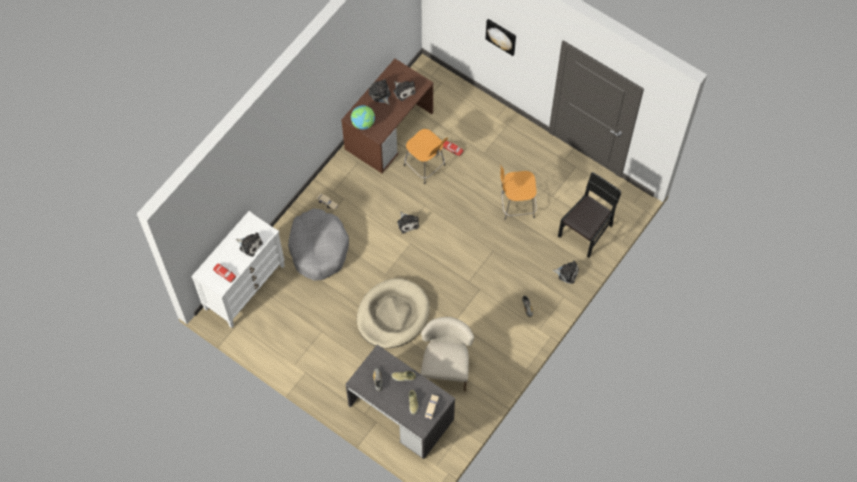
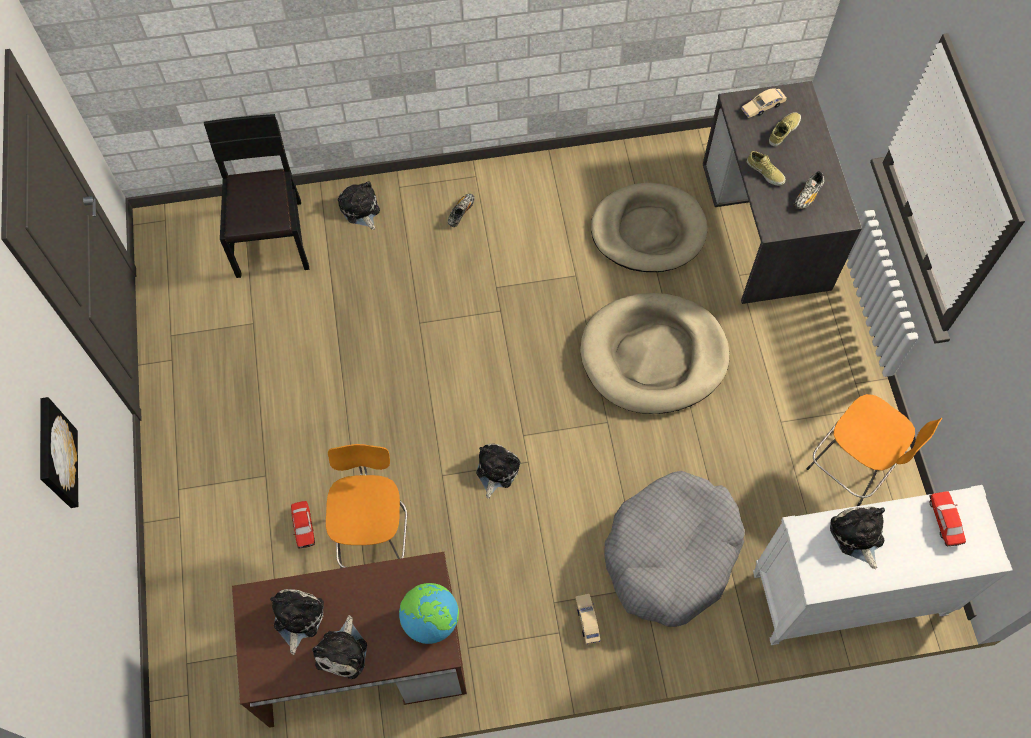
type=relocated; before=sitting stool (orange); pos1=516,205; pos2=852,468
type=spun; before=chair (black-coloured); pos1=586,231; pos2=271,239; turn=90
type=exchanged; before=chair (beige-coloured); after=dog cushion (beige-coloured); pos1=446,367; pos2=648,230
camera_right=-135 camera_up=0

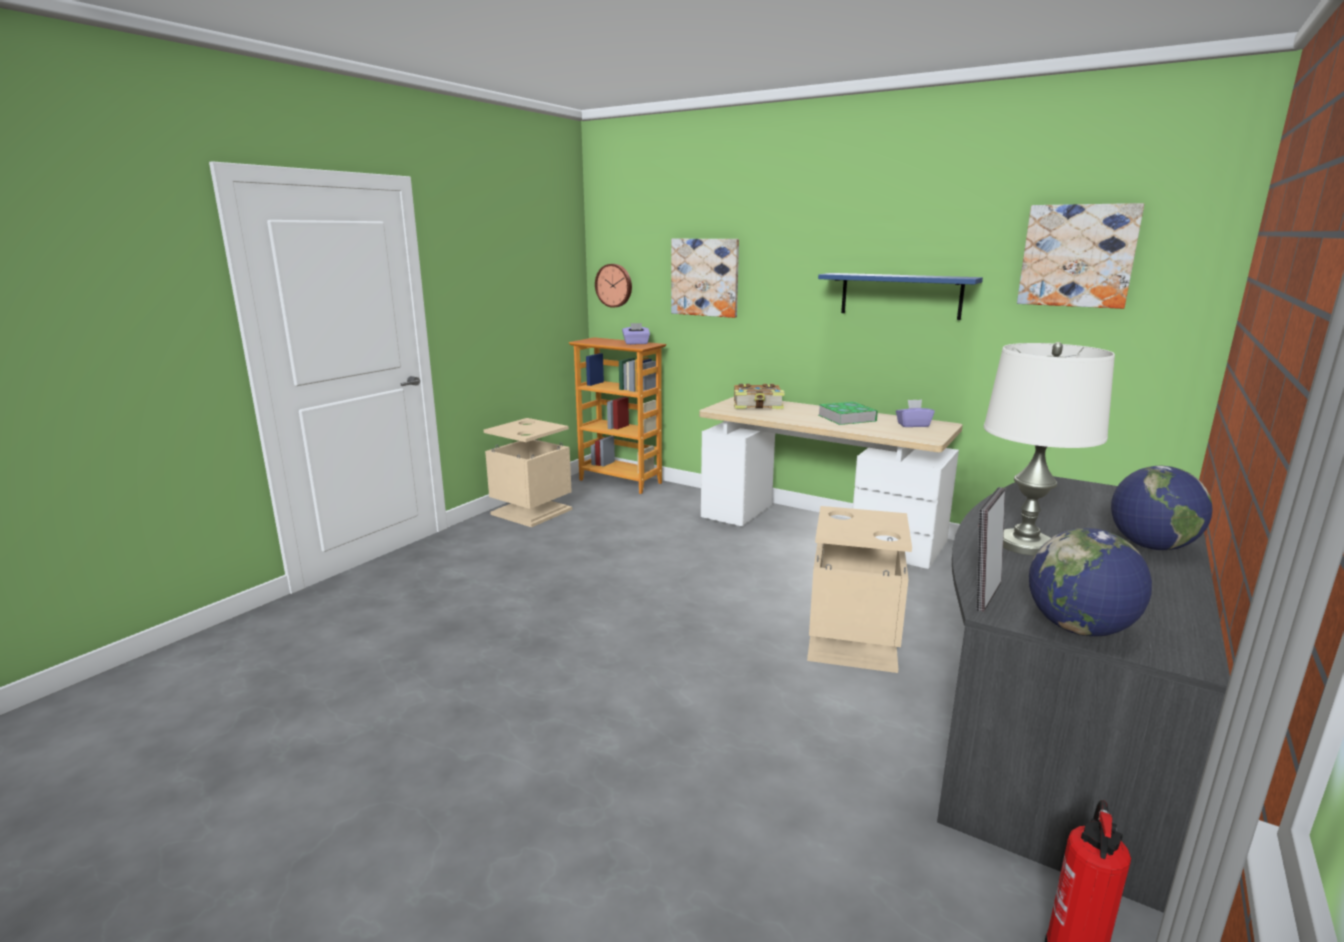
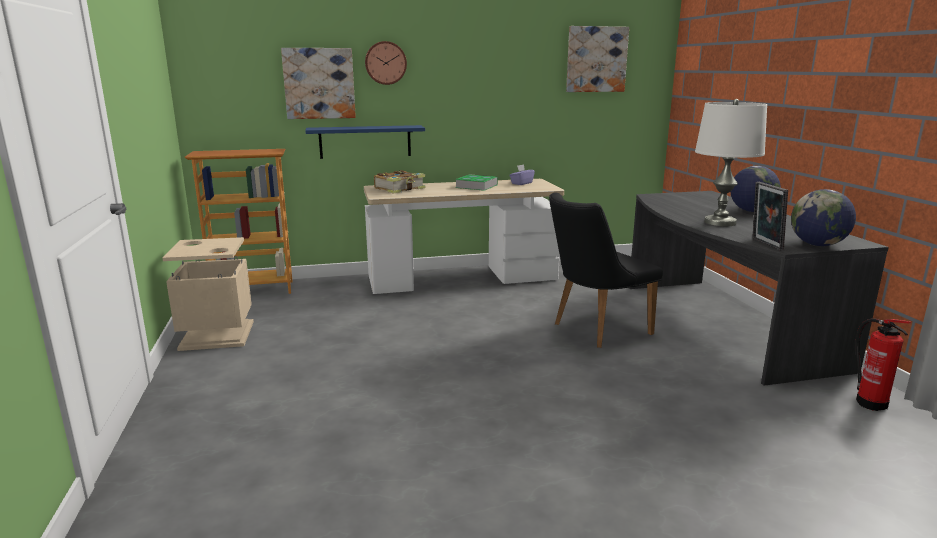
type=relocated; before=hanging clock; pos1=614,285; pos2=385,63
type=relocated; before=shelf (bluish); pos1=900,295; pos2=365,141
type=missing; before=tissue box (purplish); pos1=636,343
type=exchanged; before=trash can (beige-coloured); after=chair (black-coloured); pos1=851,643; pos2=594,329
camera_right=-45 camera_up=0

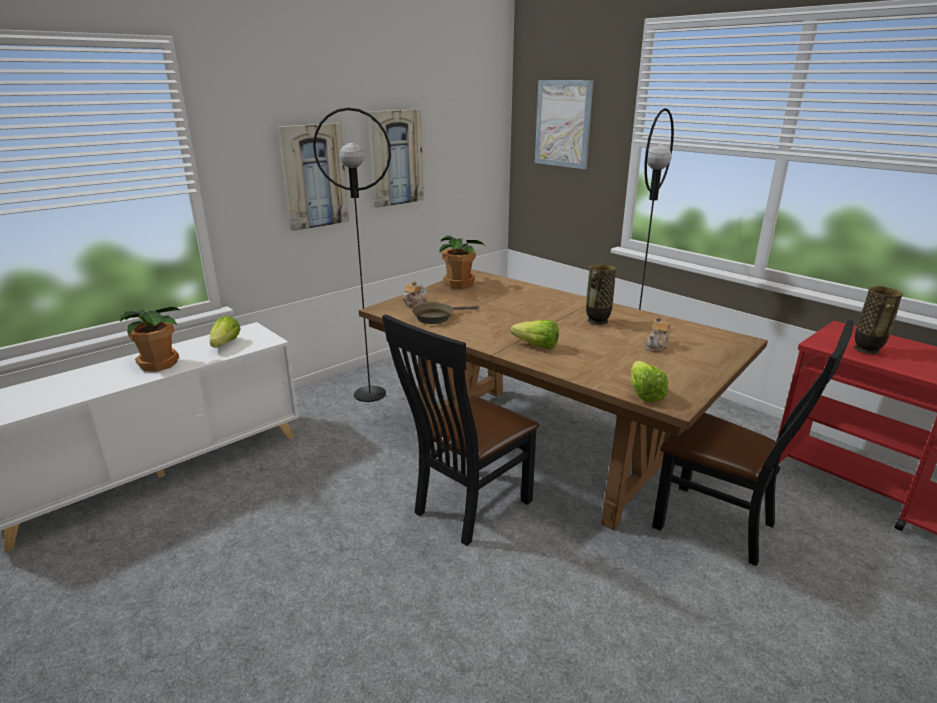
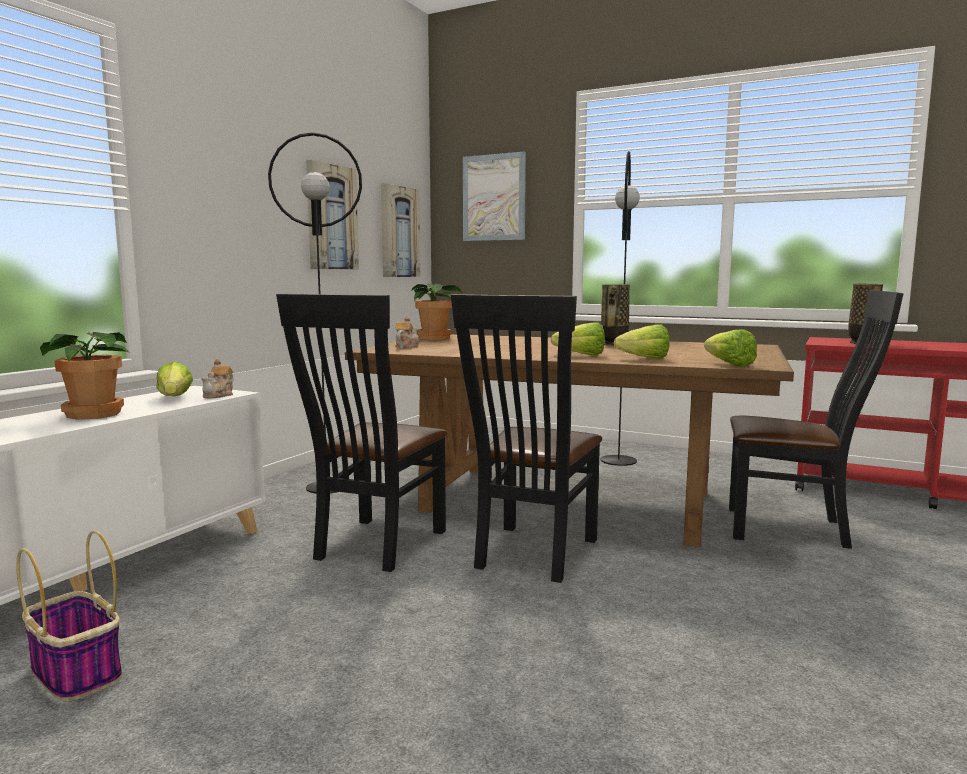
type=relocated; before=wall picture; pos1=313,176; pos2=399,232
type=missing; before=skillet (brownish); pos1=436,317
type=relocated; before=teapot; pos1=657,346; pos2=219,395
type=appeared; after=chair (black-coloured); pos2=375,547
type=appeared; after=head of lettuce; pos2=639,359
type=appeared; after=basket; pos2=75,672
camera_right=-20 camera_up=-15

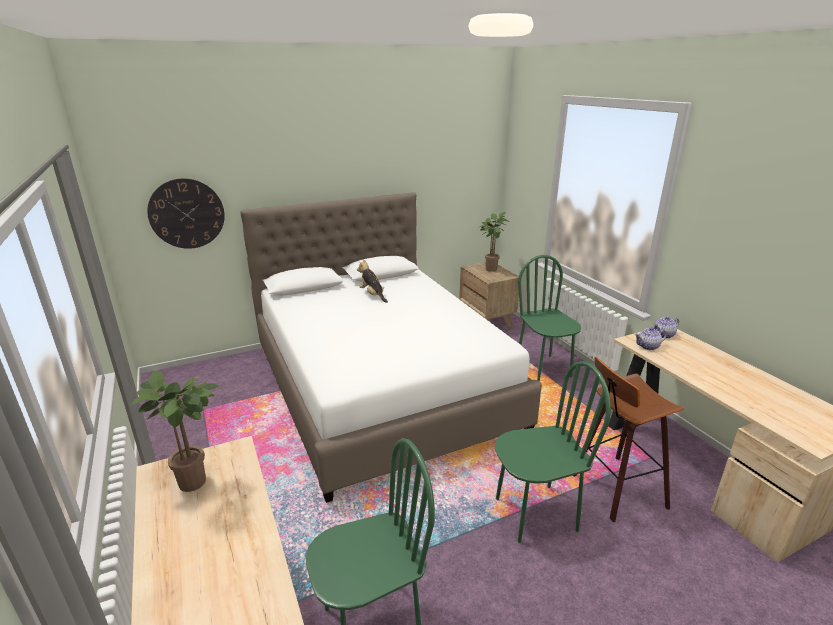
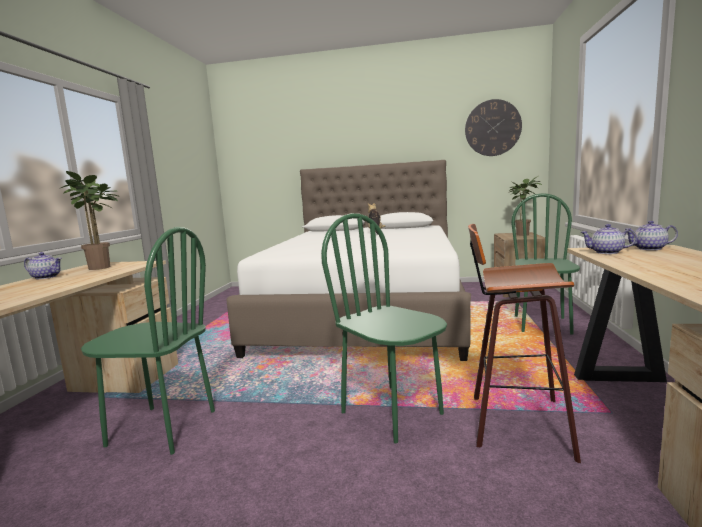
type=relocated; before=hanging clock; pos1=187,214; pos2=492,128
type=spun; before=chair (greenish); pos1=535,513; pos2=392,412; turn=-150
type=appeared; after=teapot; pos2=46,277
camera_right=35 camera_up=-15

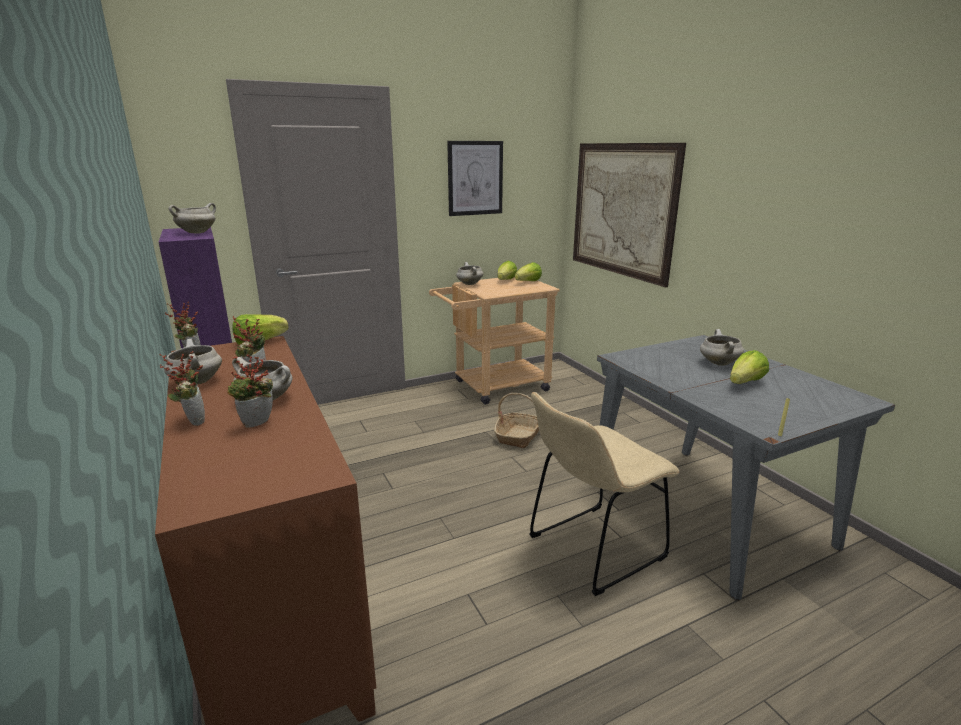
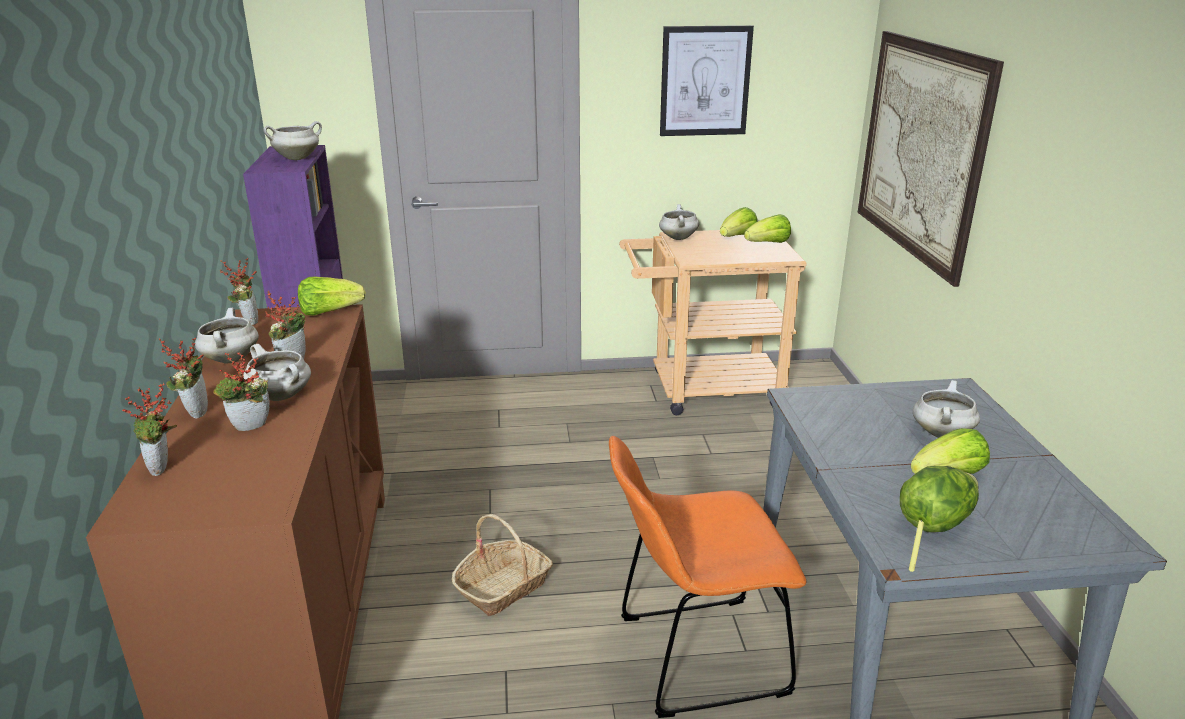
type=colour; before=chair (beige-coloured); after=chair (orange); pos1=591,550; pos2=693,657
type=relocated; before=basket; pos1=519,436; pos2=503,587
type=appeared; after=houseplant; pos2=163,468
type=appeared; after=head of lettuce; pos2=936,520
camera_right=20 camera_up=5

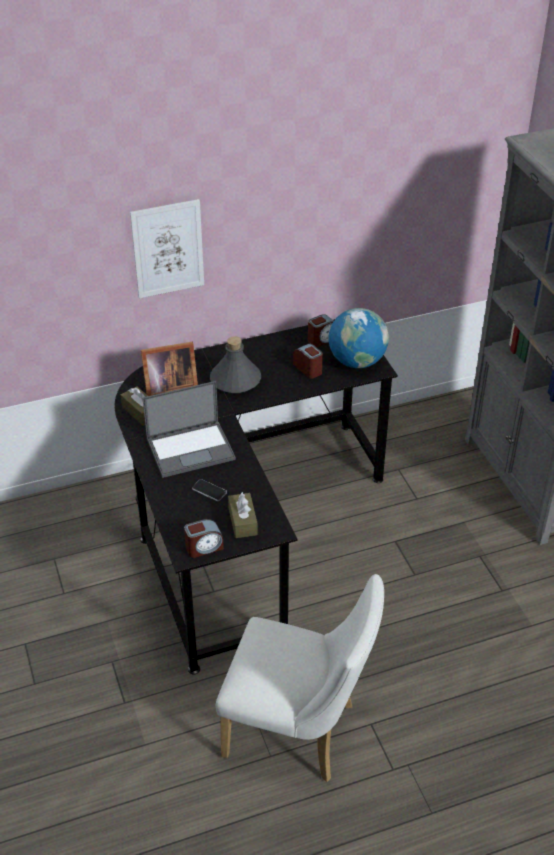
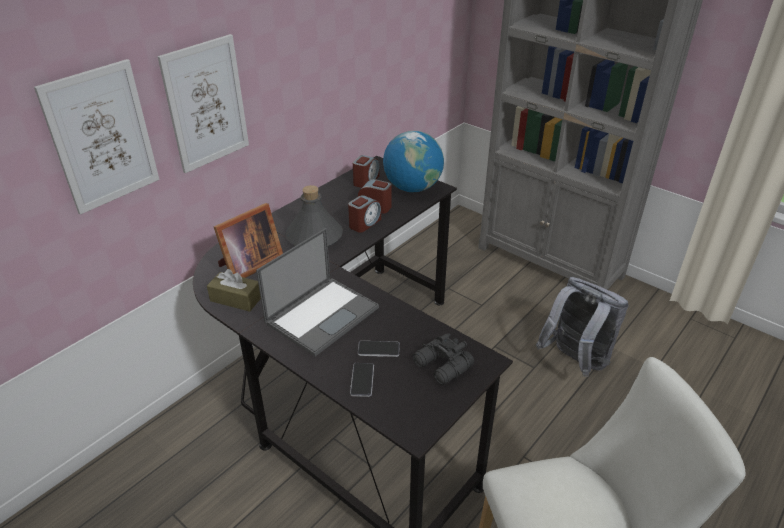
type=exchanged; before=tissue box (brownish); after=pair of binoculars (black-coloured); pos1=242,521; pos2=442,366
type=relocated; before=bedside clock; pos1=204,547; pos2=364,223
type=appeared; after=wall picture; pos2=102,137
type=appeared; after=backpack (grey); pos2=575,361
type=appeared; after=phone; pos2=362,380
camera_right=-30 camera_up=-5

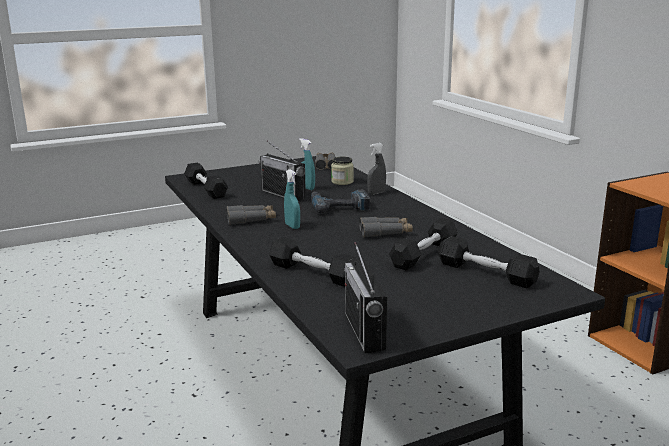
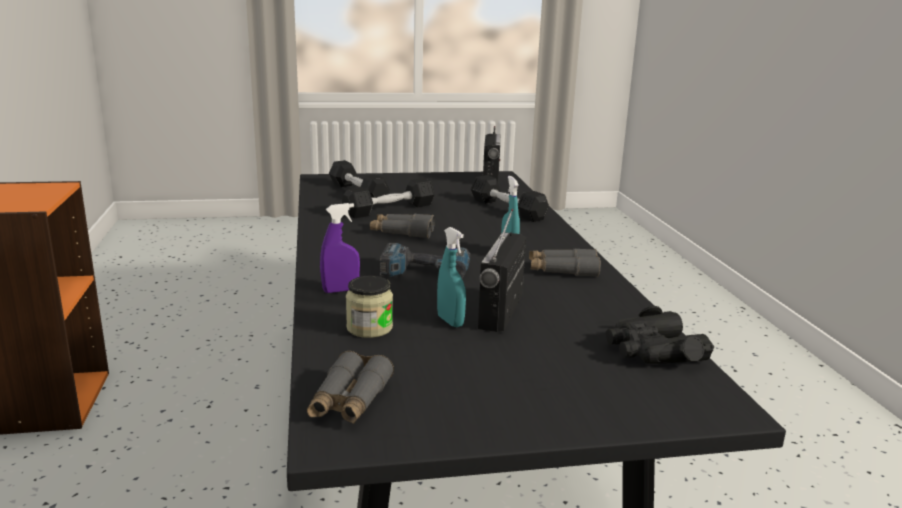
type=spun; before=radio set; pos1=283,194; pos2=501,311; turn=-135
type=colour; before=spray bottle (grey); after=spray bottle (purplish); pos1=376,193; pos2=340,290
type=exchanged; before=free weight (black-coloured); after=pair of binoculars (black-coloured); pos1=206,189; pos2=652,351
camera_right=-165 camera_up=0

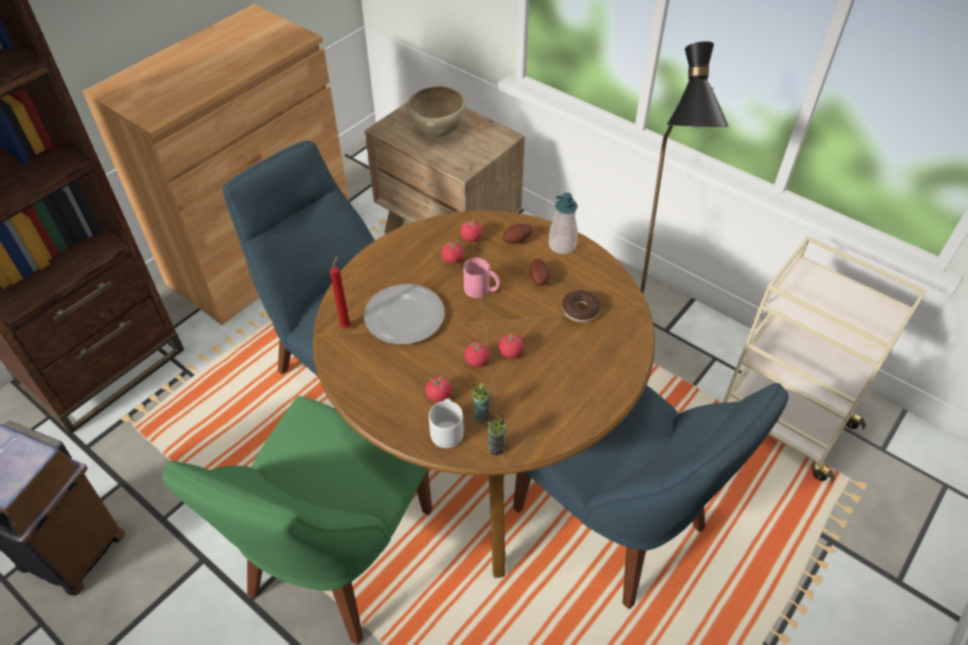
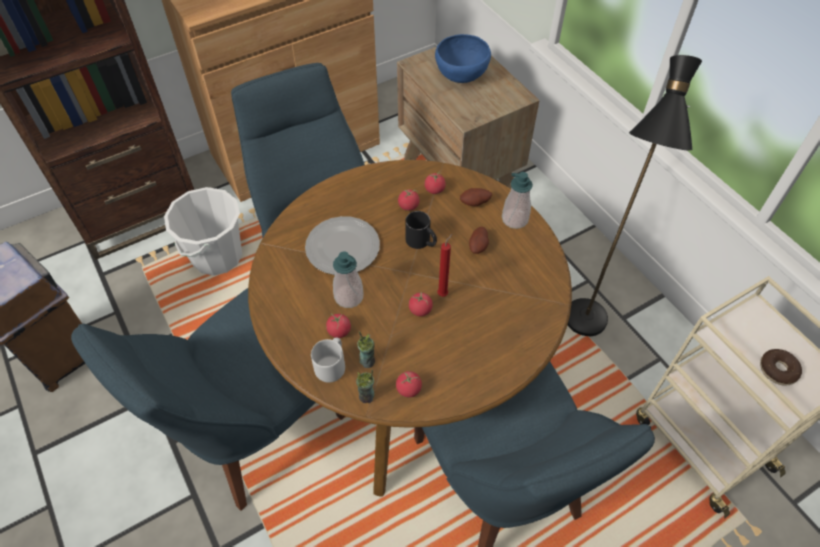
type=colour; before=bowl (brownish); after=bowl (bluish); pos1=438,131; pos2=461,77
type=relocated; before=wax light (reddish); pos1=346,325; pos2=443,293
type=colour; before=mug (pink-coloured); after=mug (black-coloured); pos1=482,289; pos2=421,241
type=relocated; before=donut; pos1=580,310; pos2=777,370
type=relocated; before=fresh tomato; pos1=477,361; pos2=408,389
type=colour; before=chair (greenish); after=chair (bluish); pos1=336,558; pos2=252,431
type=appeared; after=bucket (white); pos2=217,256
type=appeared; after=soap bottle; pos2=349,297
camera_right=20 camera_up=5

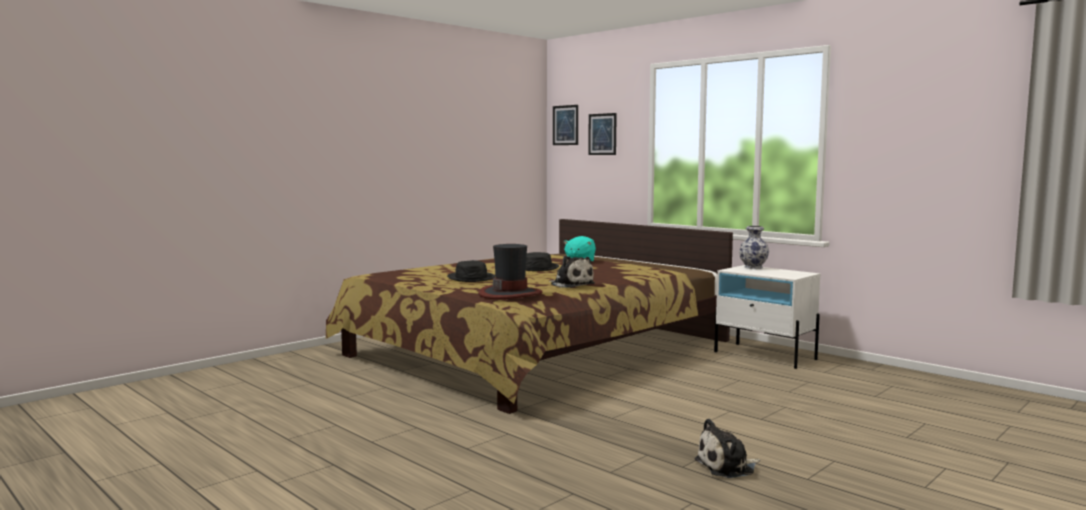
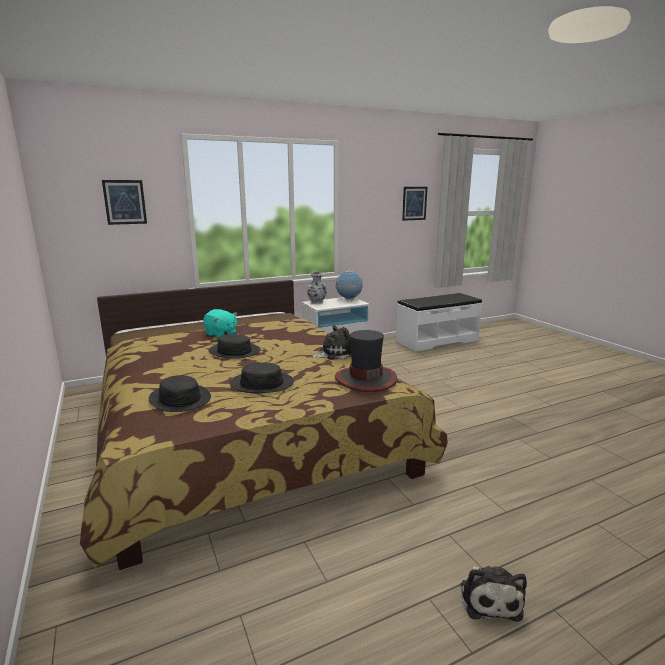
type=relocated; before=wall picture; pos1=565,125; pos2=414,203
type=relocated; before=plush toy; pos1=727,467; pos2=489,598
type=appeared; after=world globe; pos2=349,299
type=appeared; after=indoor bench (white); pos2=436,340
type=appeared; after=hat (black-coloured); pos2=180,399
camera_right=-70 camera_up=10

